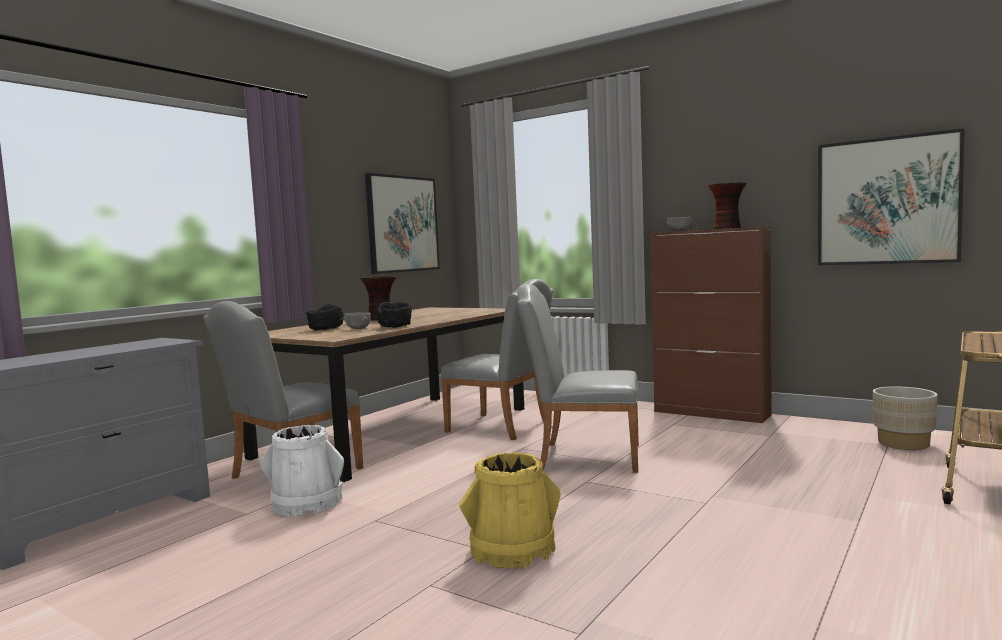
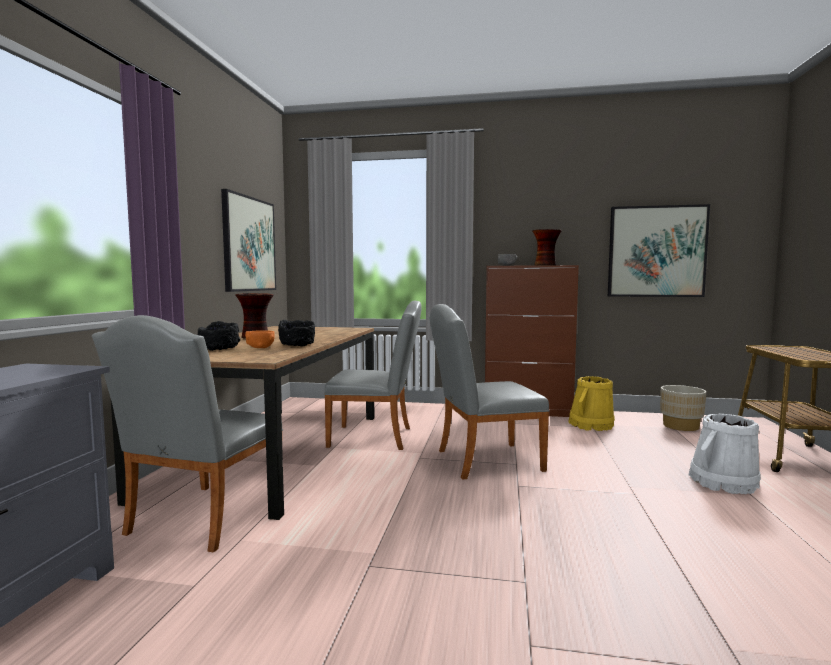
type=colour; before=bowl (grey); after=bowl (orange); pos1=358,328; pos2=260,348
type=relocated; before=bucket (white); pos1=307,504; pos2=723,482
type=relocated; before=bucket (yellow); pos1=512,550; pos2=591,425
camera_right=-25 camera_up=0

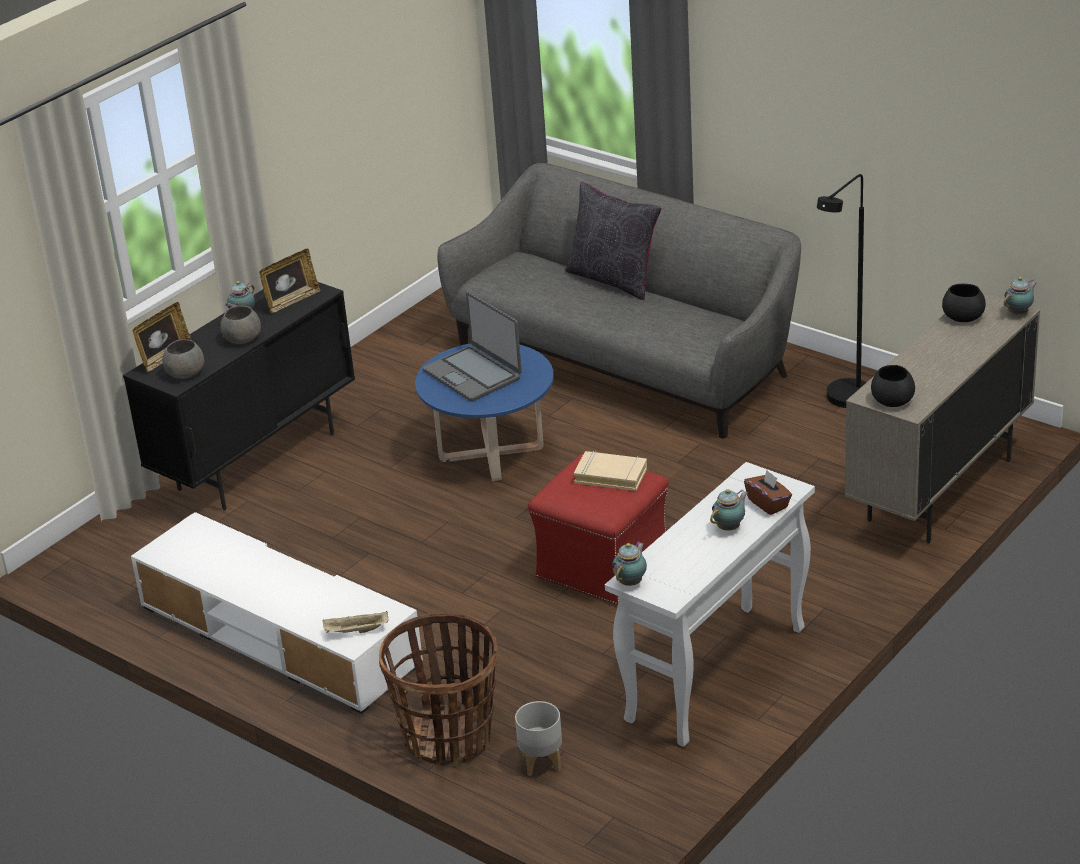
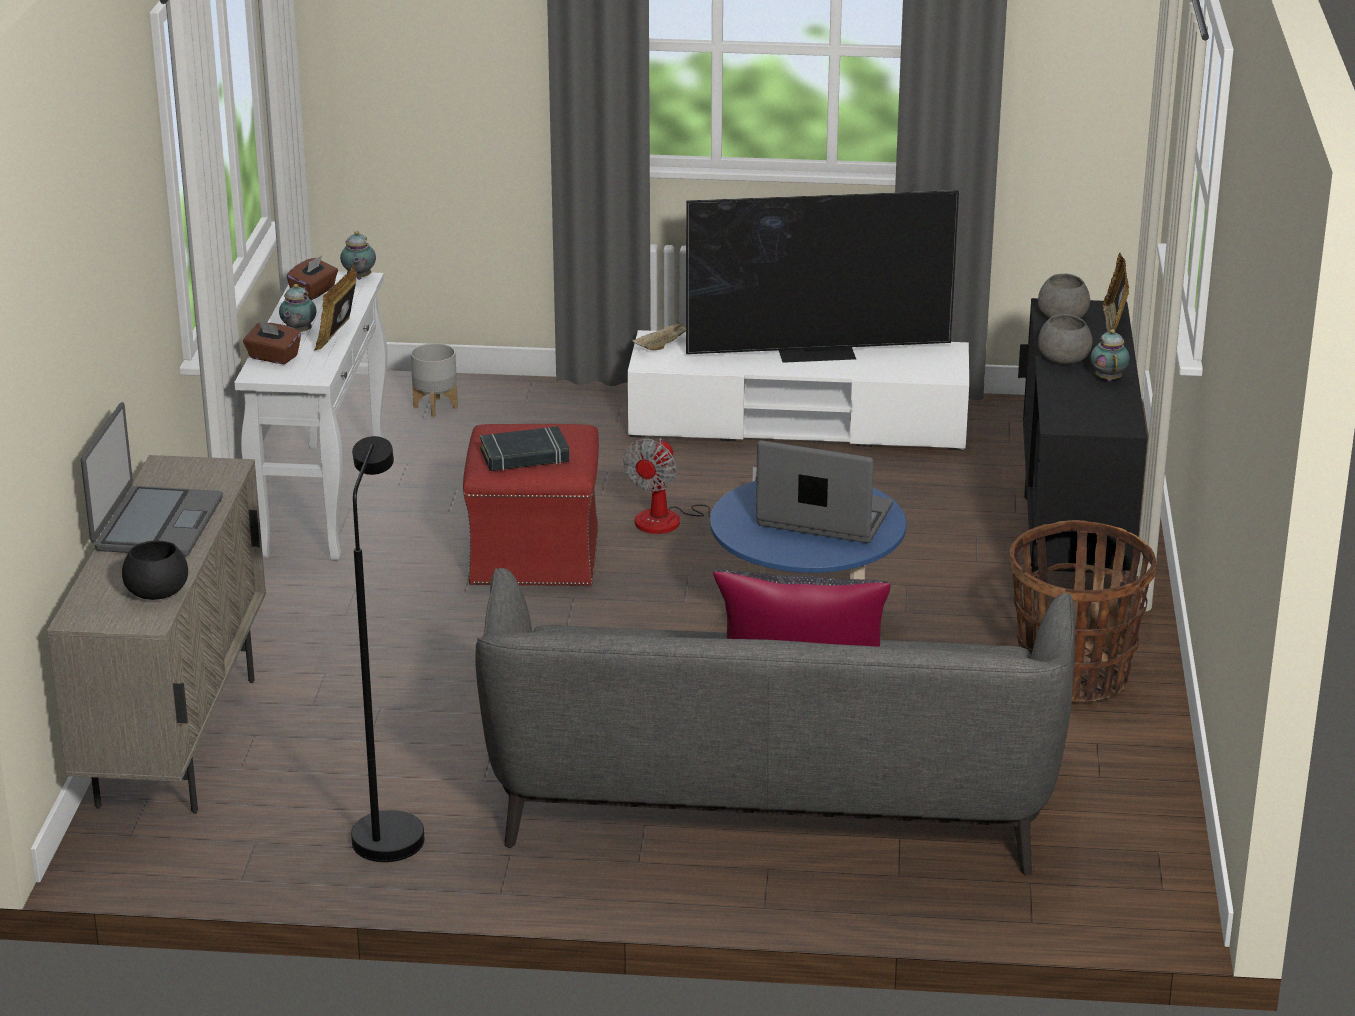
type=relocated; before=photo frame; pos1=291,301; pos2=339,336
type=missing; before=teapot; pos1=1019,313
type=missing; before=bowl (black-coloured); pos1=892,401
type=colour; before=volume (beige-coloured); after=volume (black-coloured); pos1=611,475; pos2=525,456
type=relocated; before=basket; pos1=448,738; pos2=1073,677
type=appeared; after=TV set; pos2=818,352
type=appeared; after=tissue box (brownish); pos2=314,292
type=appeared; after=notebook computer; pos2=156,524
type=appeared; after=cooling fan; pos2=674,520
camera_right=145 camera_up=-5

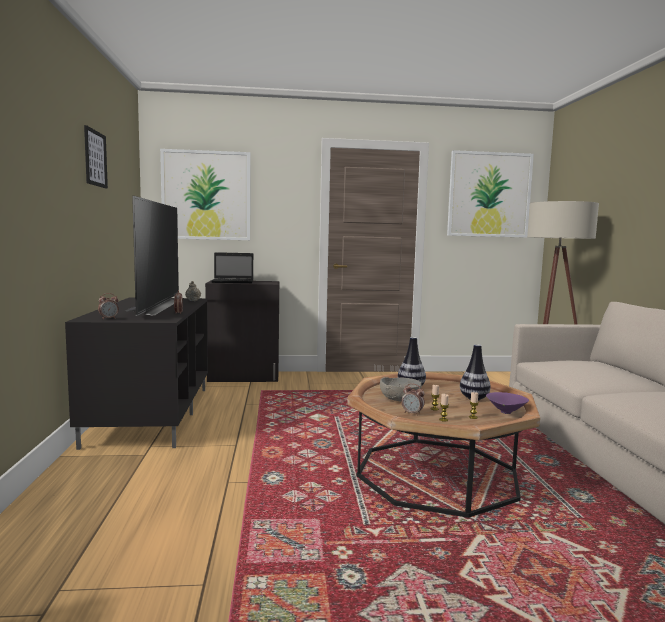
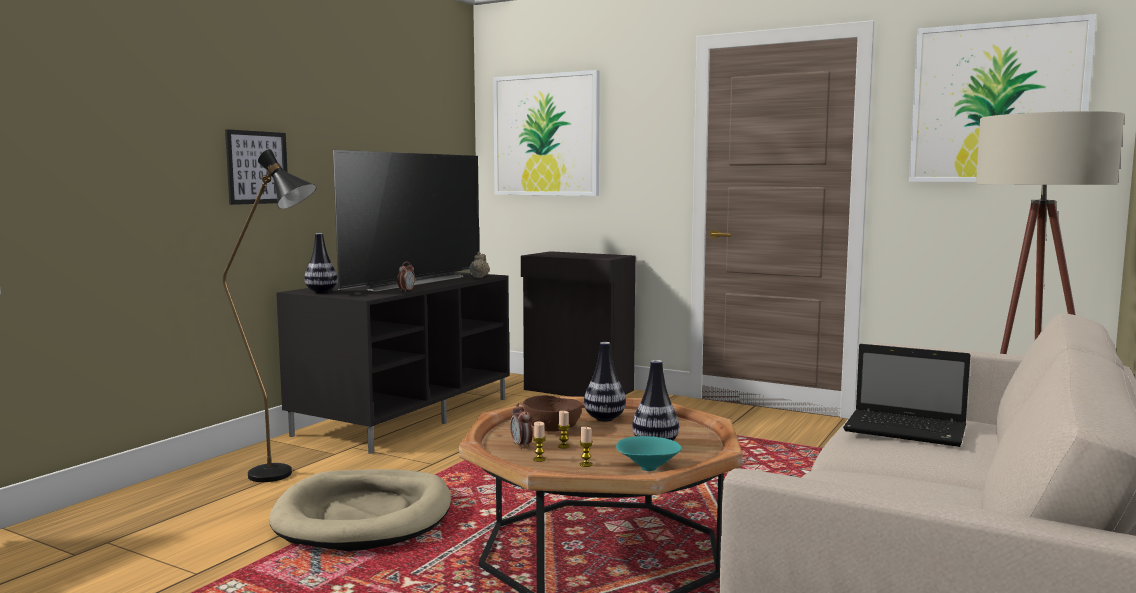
type=relocated; before=wall picture; pos1=95,158; pos2=257,167
type=relocated; before=notebook computer; pos1=234,282; pos2=908,430
type=exchanged; before=bedside clock; after=flower vase; pos1=109,319; pos2=321,292
type=colour; before=bowl (grey); after=bowl (brownish); pos1=400,399; pos2=552,428
type=colour; before=bowl (purplish); after=bowl (turquoise-coloured); pos1=505,413; pos2=647,469
type=appeared; after=floor lamp (black-coloured); pos2=284,476
type=appeared; after=dog cushion (beige-coloured); pos2=364,516
camera_right=35 camera_up=0

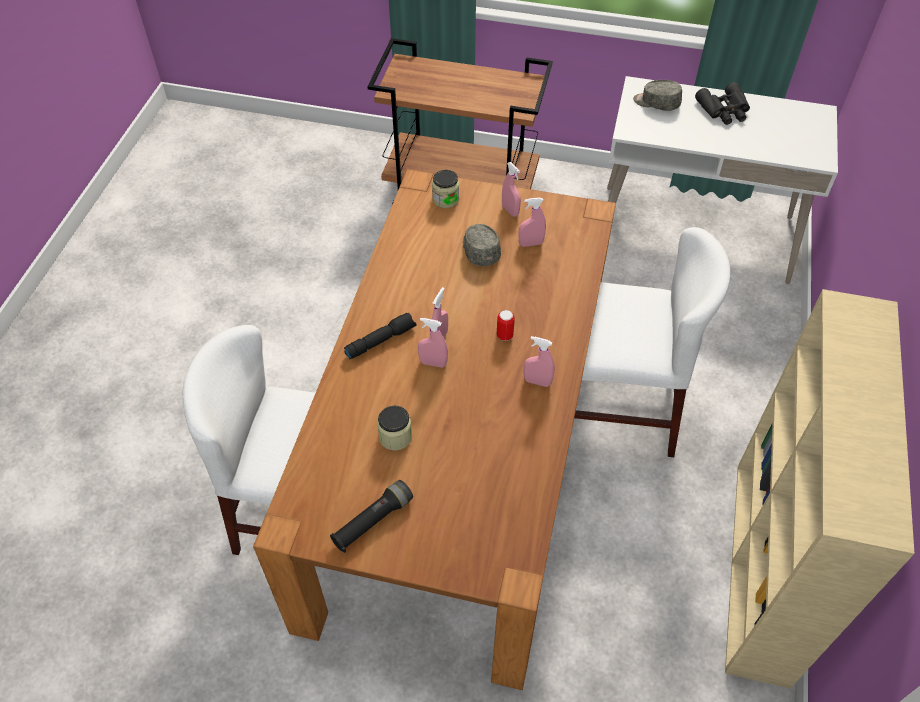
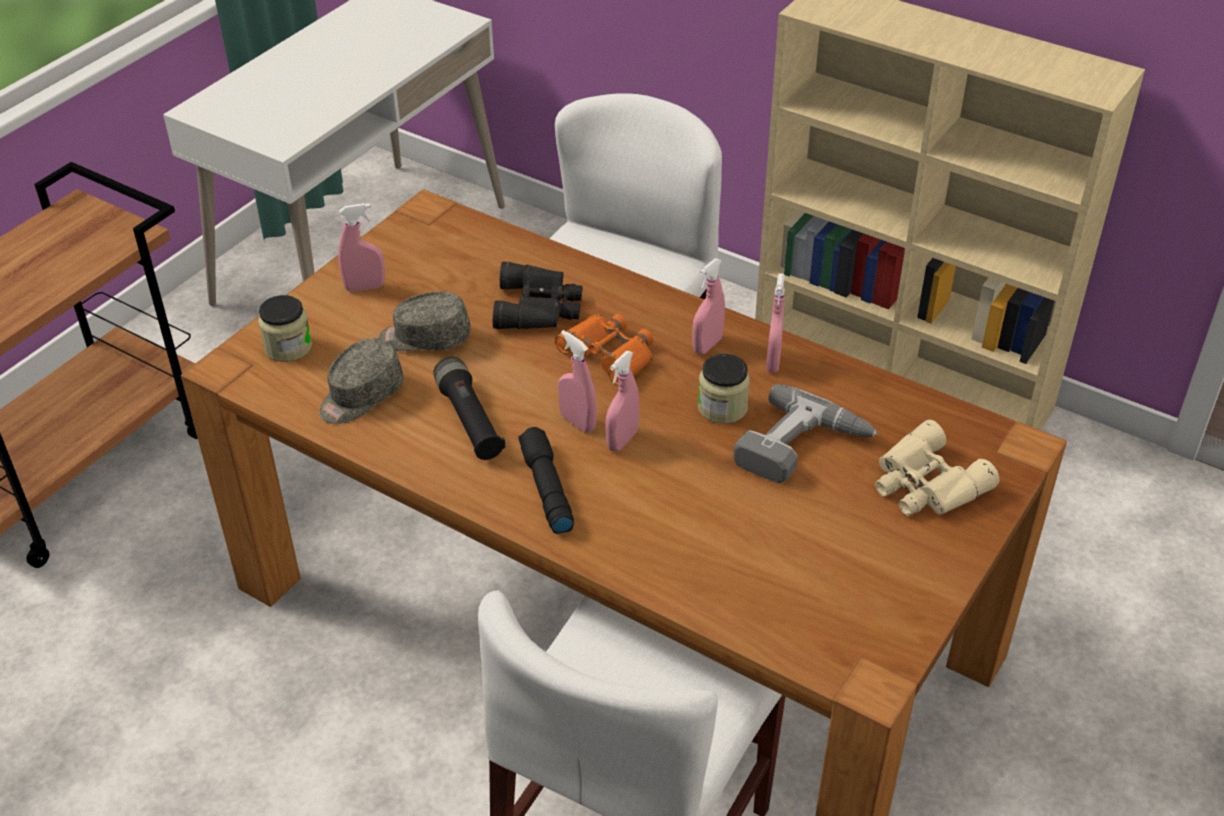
type=relocated; before=peaked cap (grey); pos1=656,103; pos2=360,396
type=relocated; before=pair of binoculars (black-coloured); pos1=724,110; pos2=539,307
type=relocated; before=spray bottle (pink-coloured); pos1=530,243; pos2=773,361
type=exchanged; before=sealed can; after=pair of binoculars (orange); pos1=504,335; pos2=608,355
type=relocated; before=preserve jar; pos1=395,437; pos2=722,408
type=relocated; before=torch (black-coloured); pos1=372,521; pos2=469,420
type=appeared; after=electric drill; pos2=802,449
type=appeared; after=pair of binoculars (beige-coloured); pos2=925,485
camera_right=-70 camera_up=-10

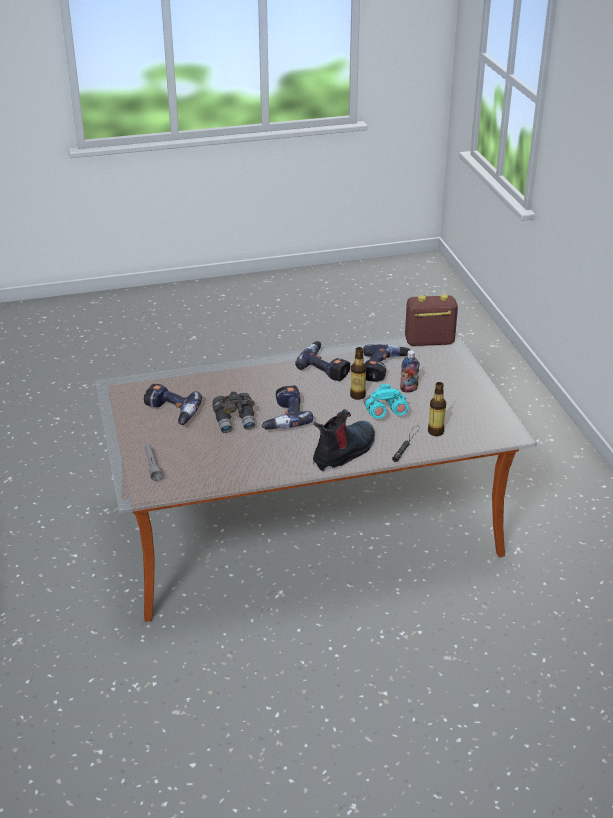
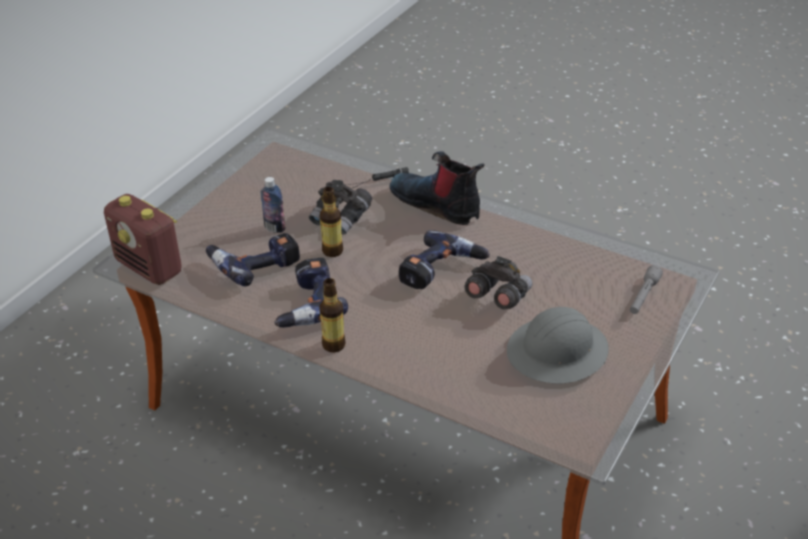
type=relocated; before=drink bottle; pos1=435,432; pos2=333,345
type=exchanged; before=electric drill; after=work helmet (grey); pos1=171,413; pos2=557,352
type=colour; before=pair of binoculars (turquoise-coloured); after=pair of binoculars (grey); pos1=384,413; pos2=341,218
type=spun; before=high-top boot; pos1=344,452; pos2=437,204; turn=45
camera_right=-135 camera_up=5

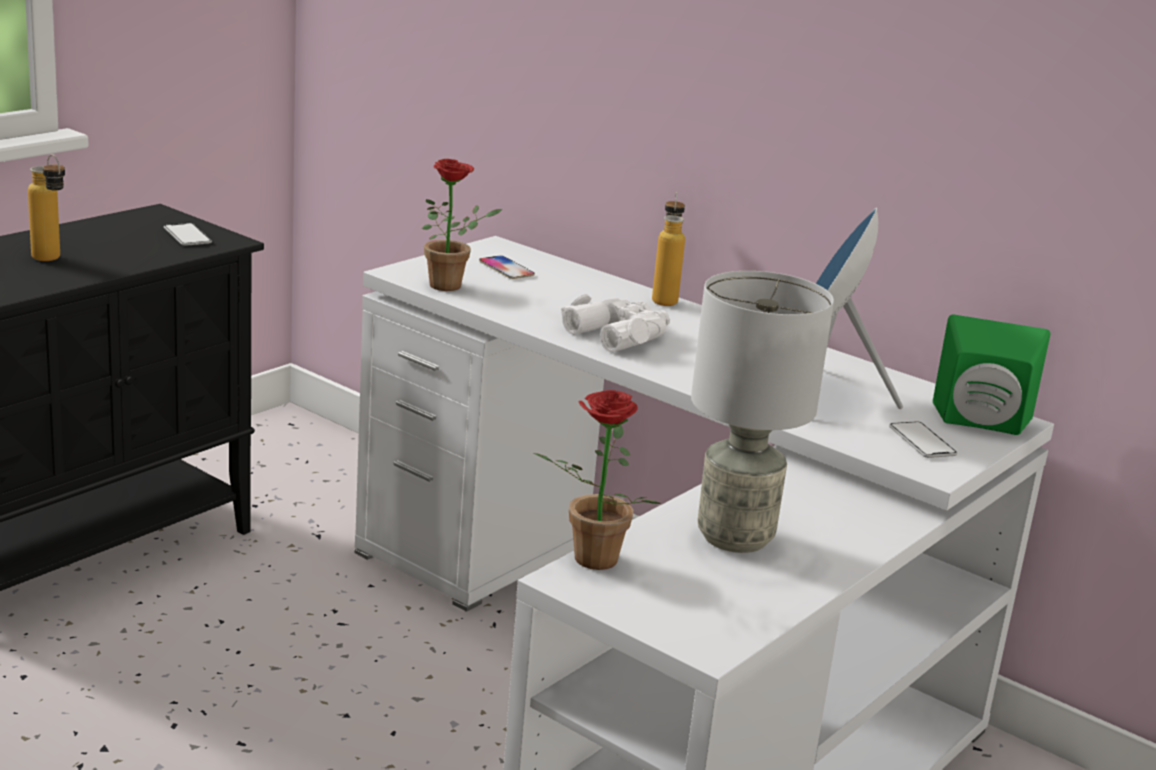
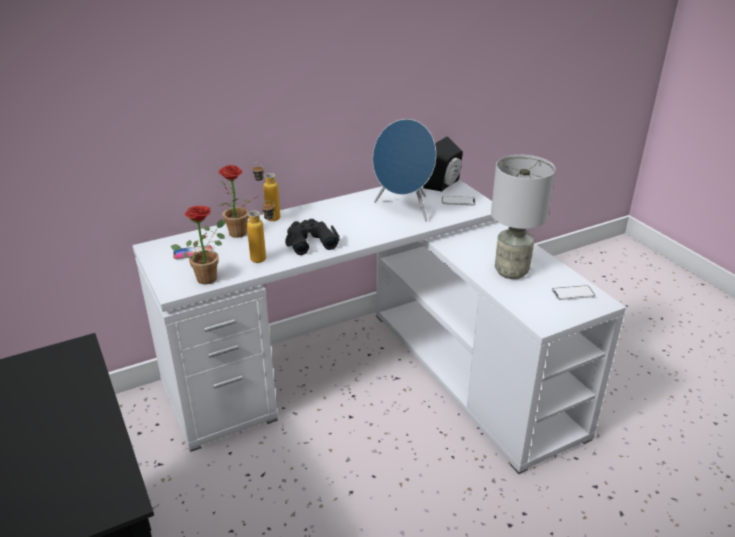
type=relocated; before=drink bottle; pos1=51,261; pos2=264,258
type=relocated; before=phone; pos1=187,236; pos2=573,293
type=colour; before=pair of binoculars (white); after=pair of binoculars (black-coloured); pos1=619,334; pos2=310,241
type=colour; before=speaker (greenish); after=speaker (black-coloured); pos1=981,424; pos2=444,184
type=relocated; before=houseplant; pos1=587,561; pos2=238,235
camera_right=-65 camera_up=10

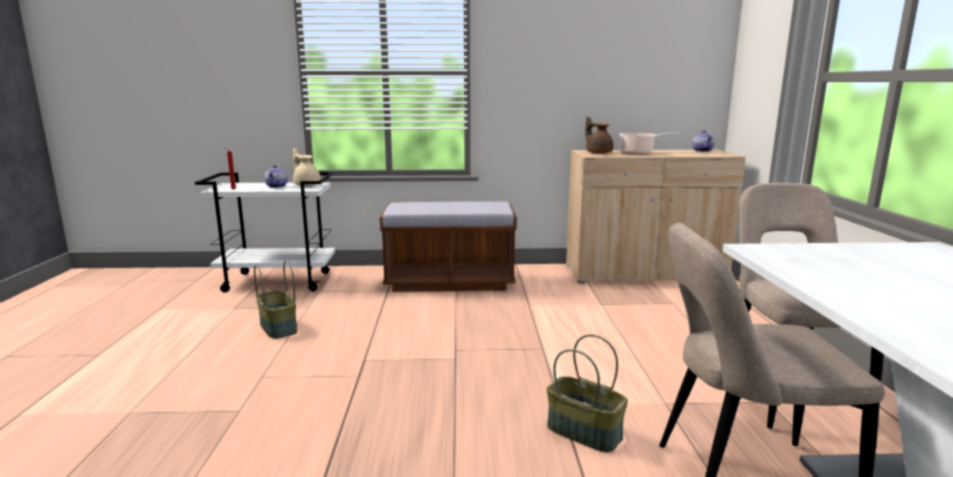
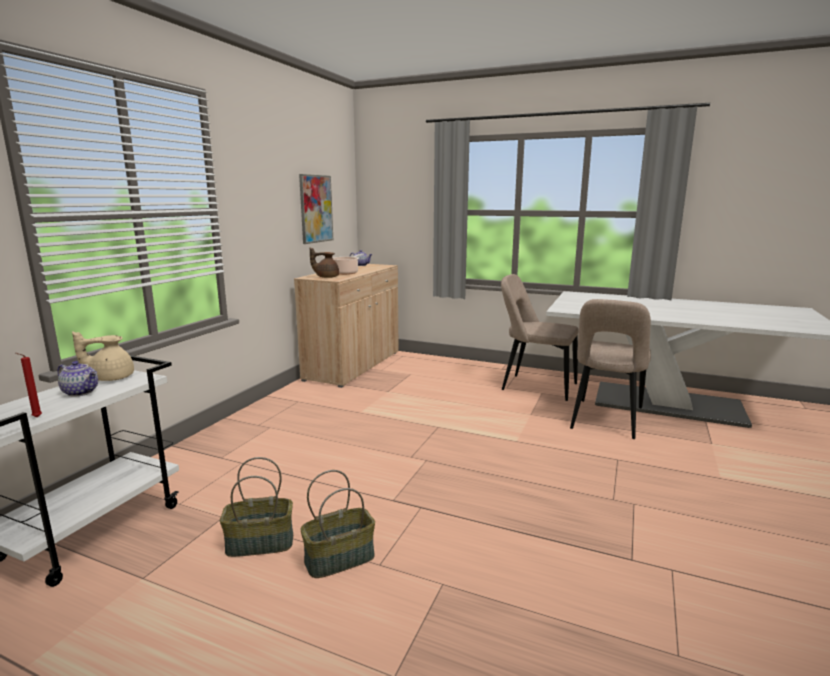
type=missing; before=indoor bench (brownish); pos1=449,282
type=relocated; before=basket; pos1=585,432; pos2=340,558
type=appeared; after=wall picture; pos2=316,209
camera_right=-65 camera_up=0

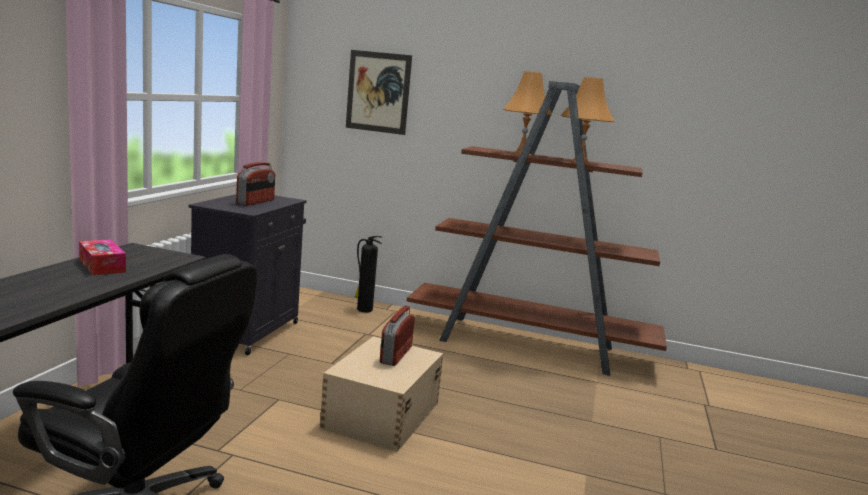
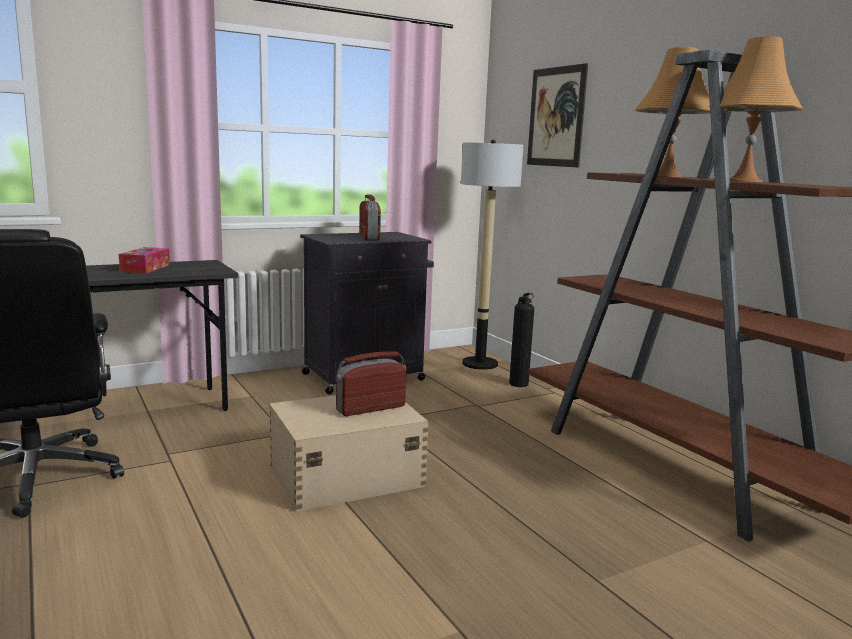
type=spun; before=radio set; pos1=256,202; pos2=369,237; turn=-75
type=appeared; after=floor lamp; pos2=480,364
camera_right=45 camera_up=0

